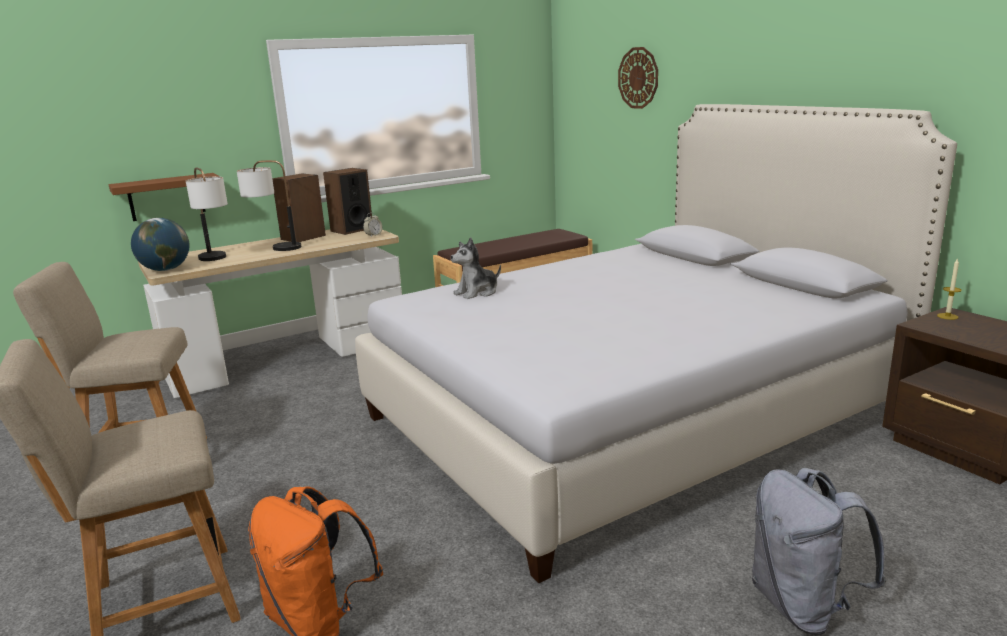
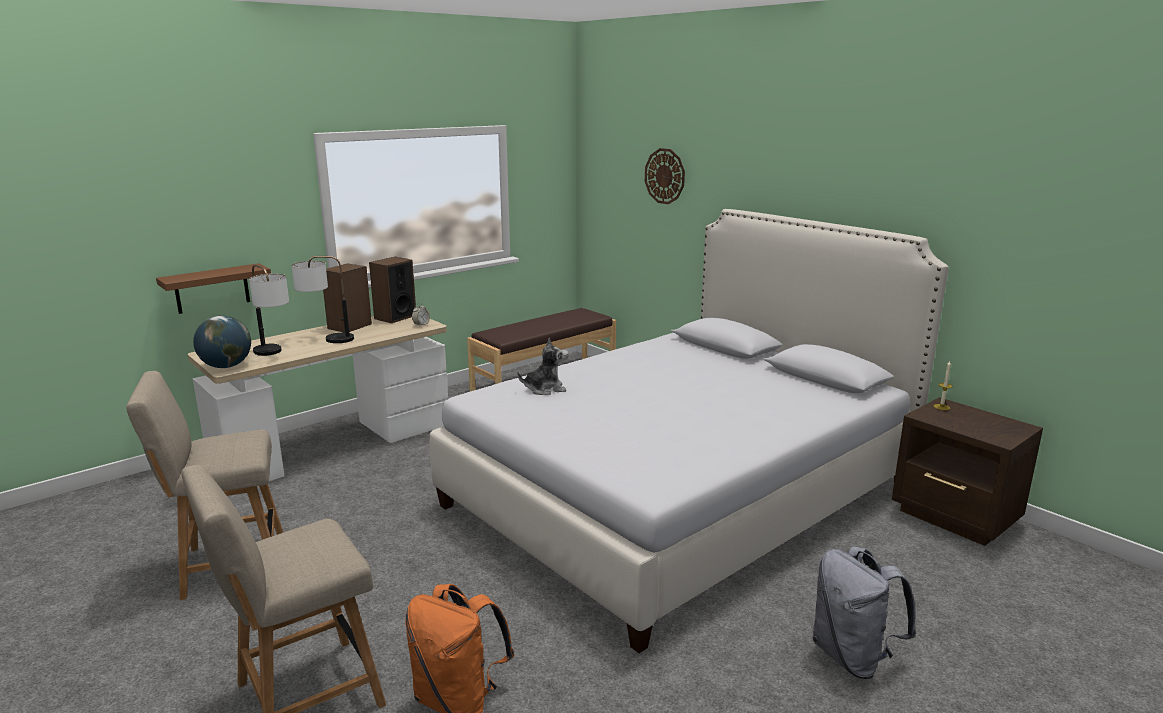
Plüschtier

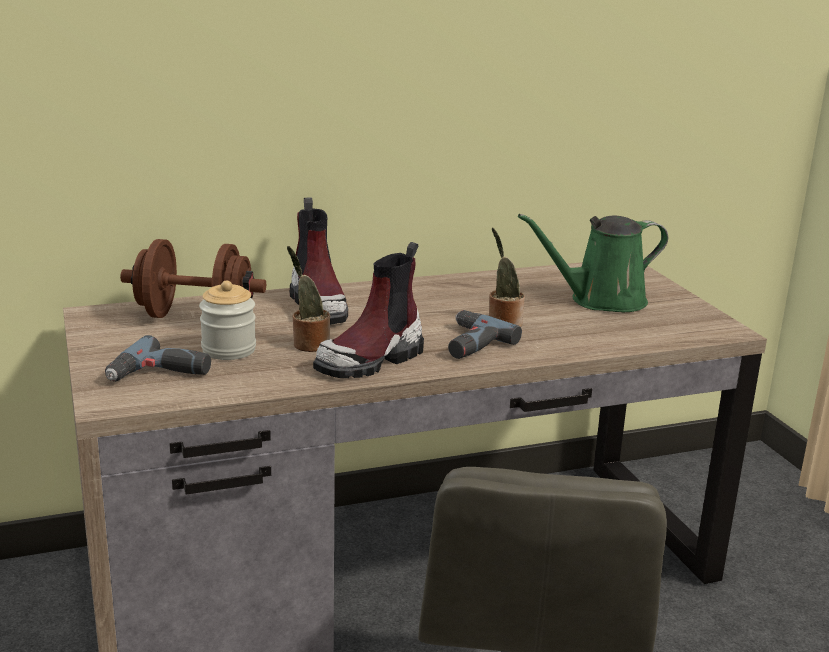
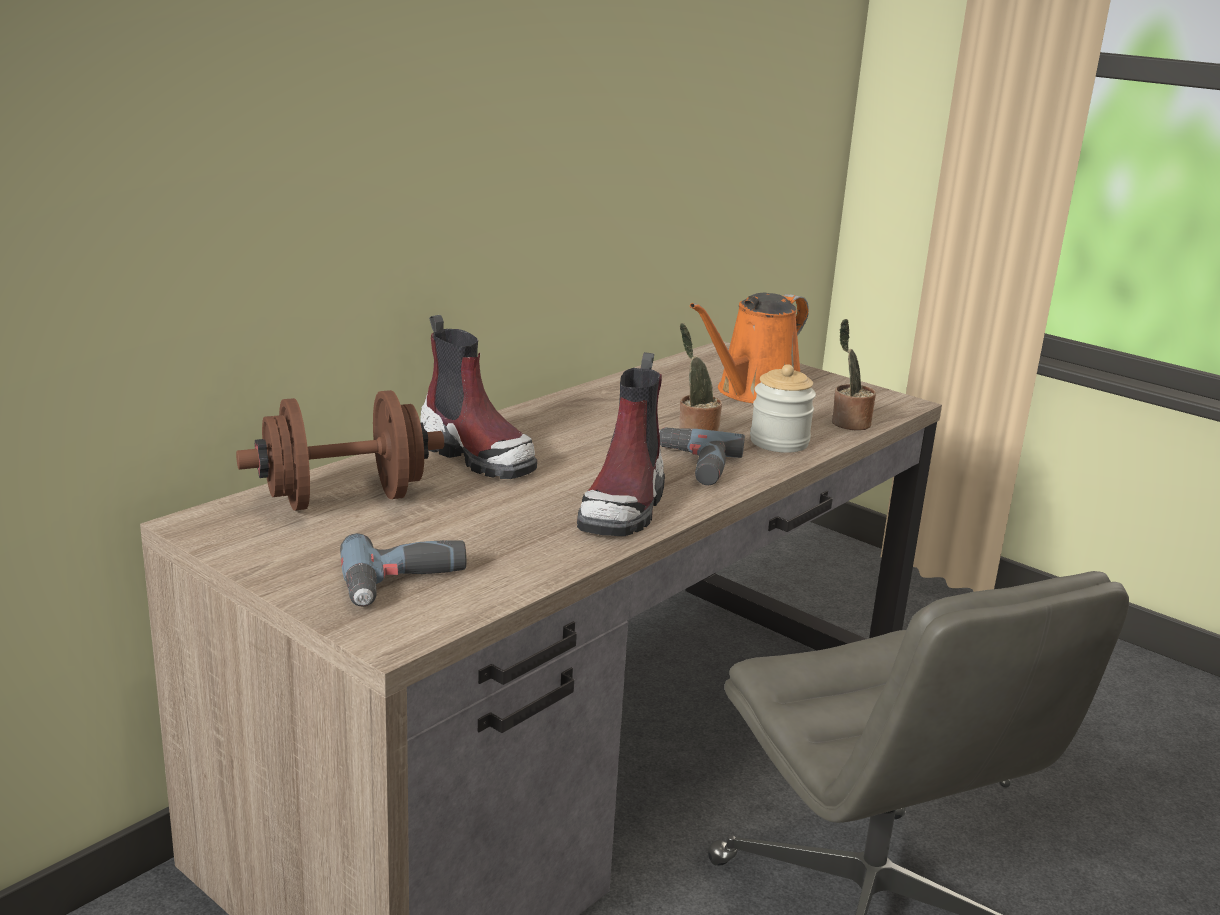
Vorratsglas; Topfpflanze (2nd from left); Gießkanne (orange)

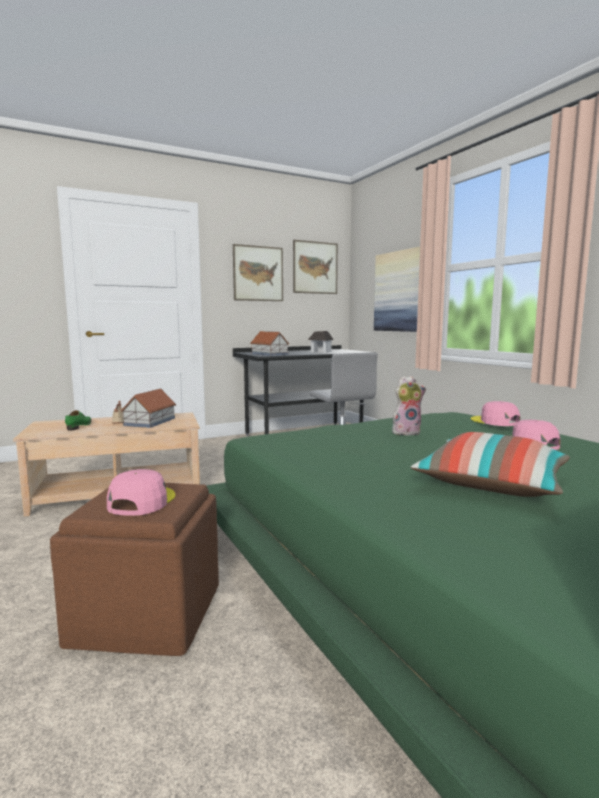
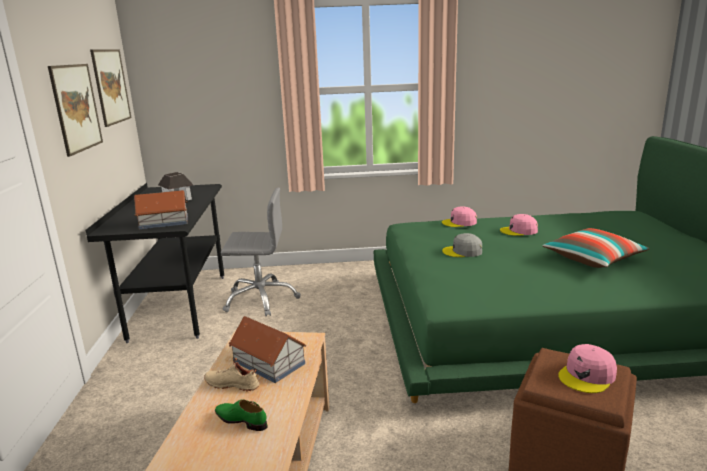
Kappe (rosa) (3rd from left); Bild (3rd from left in the first image); Kappe (grau)

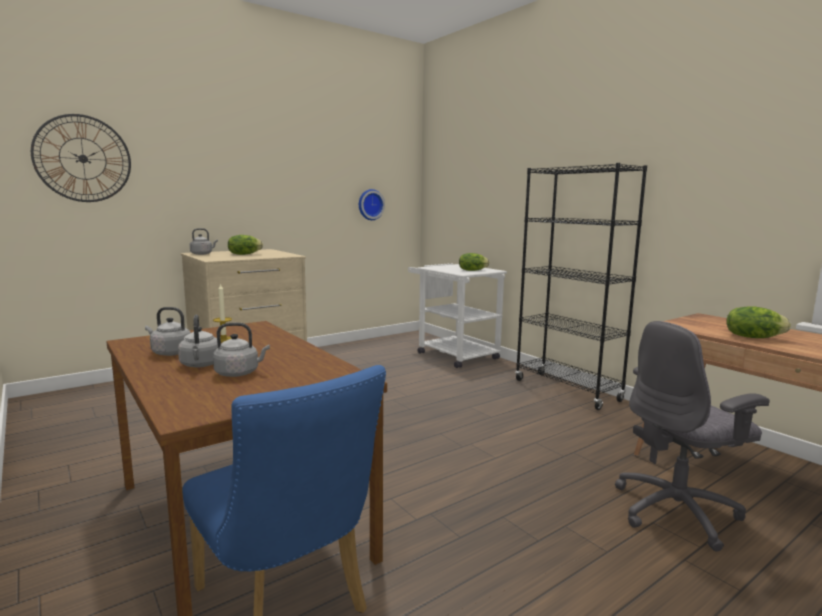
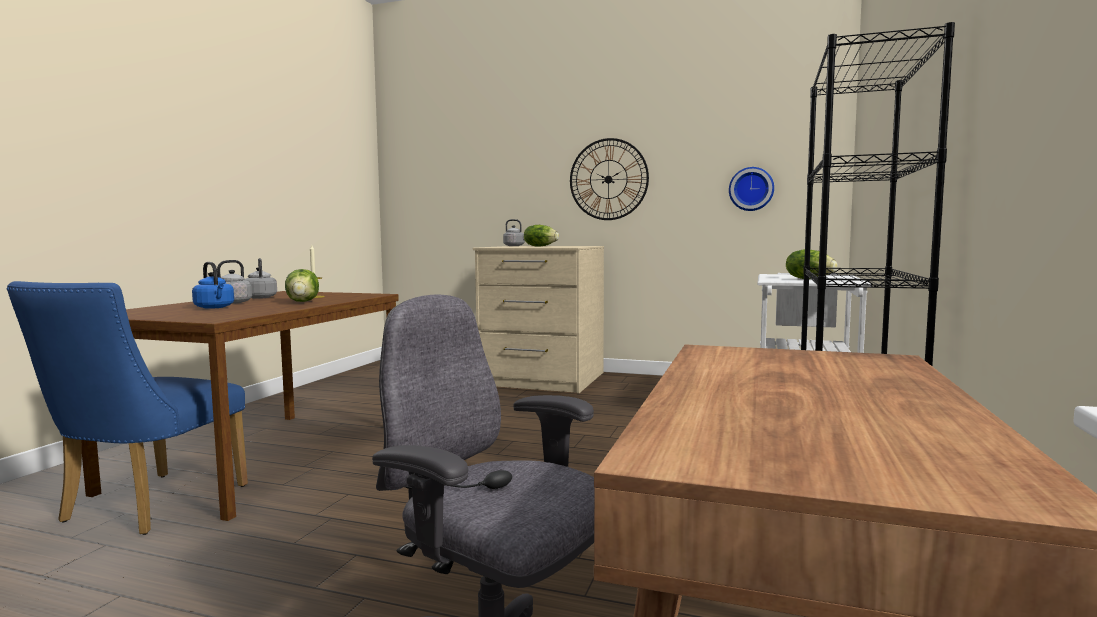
Wanduhr (1st from left); Wasserkessel (blau); Salatkopf (1st from left)

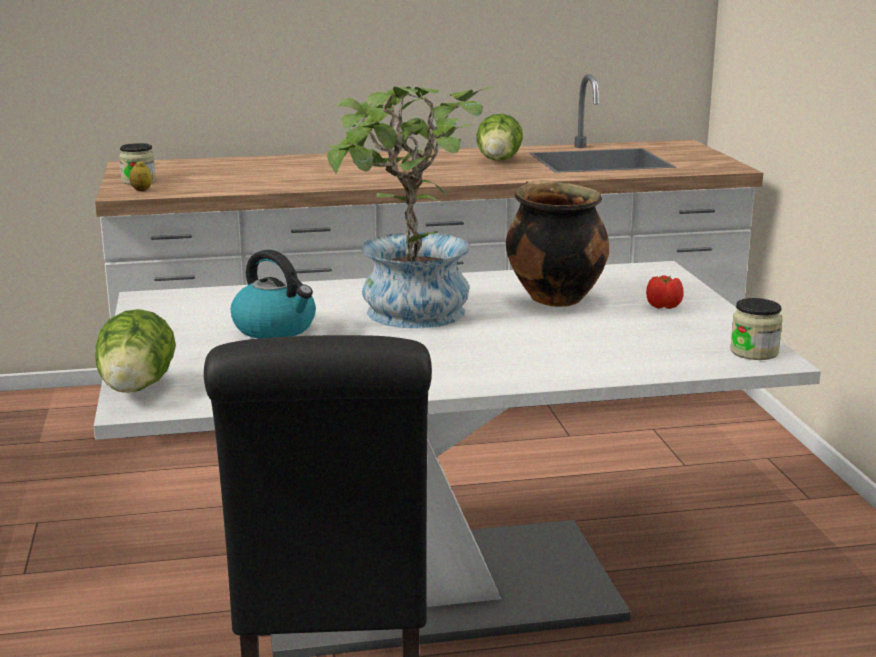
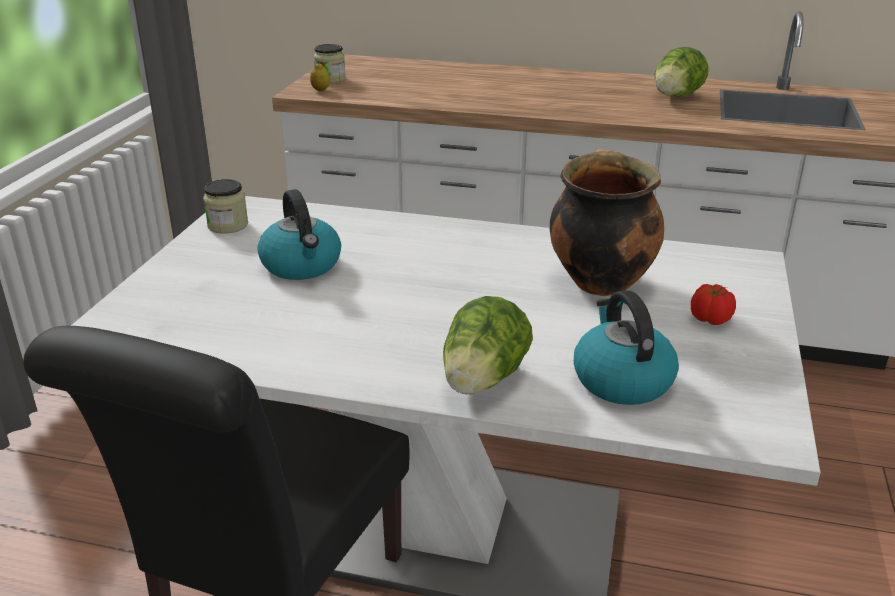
Salatkopf (1st from left); Topfpflanze; Vorratsglas (1st from left); Wasserkessel (2nd from left)

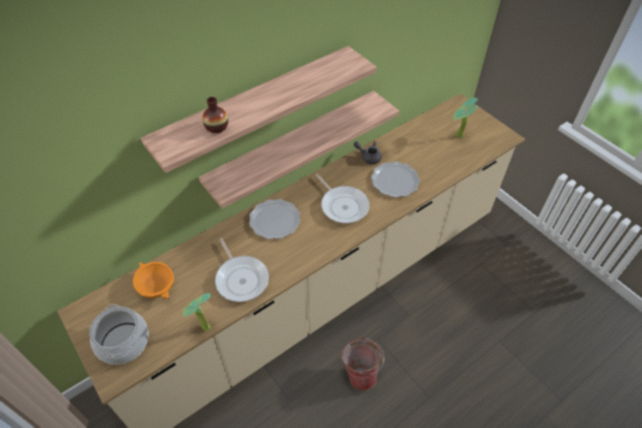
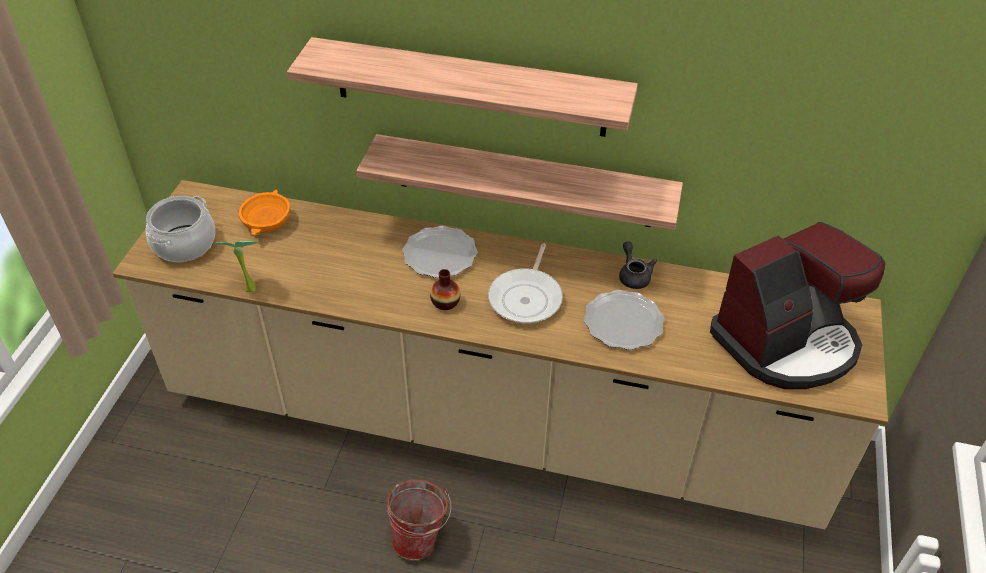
Vase; Pfanne (1st from left in the first image); Kaffeemaschine

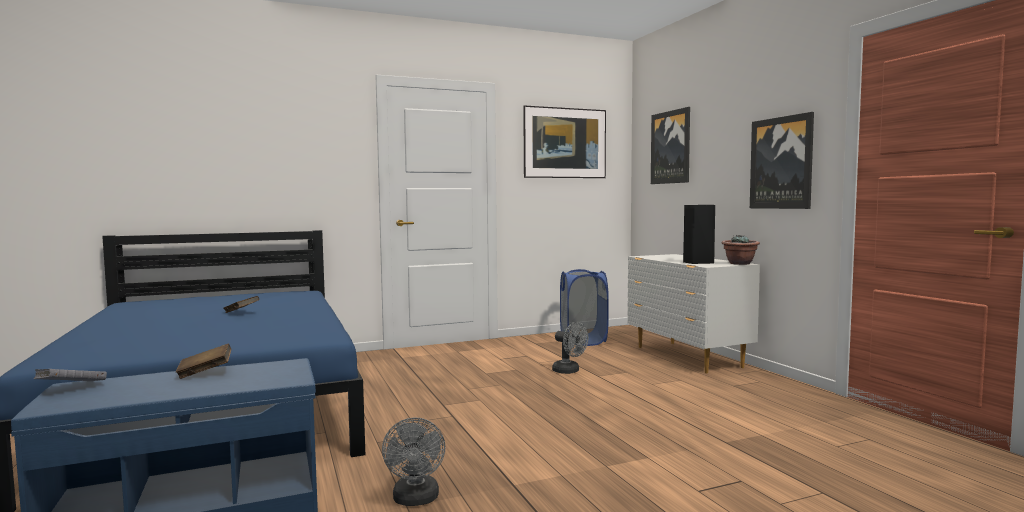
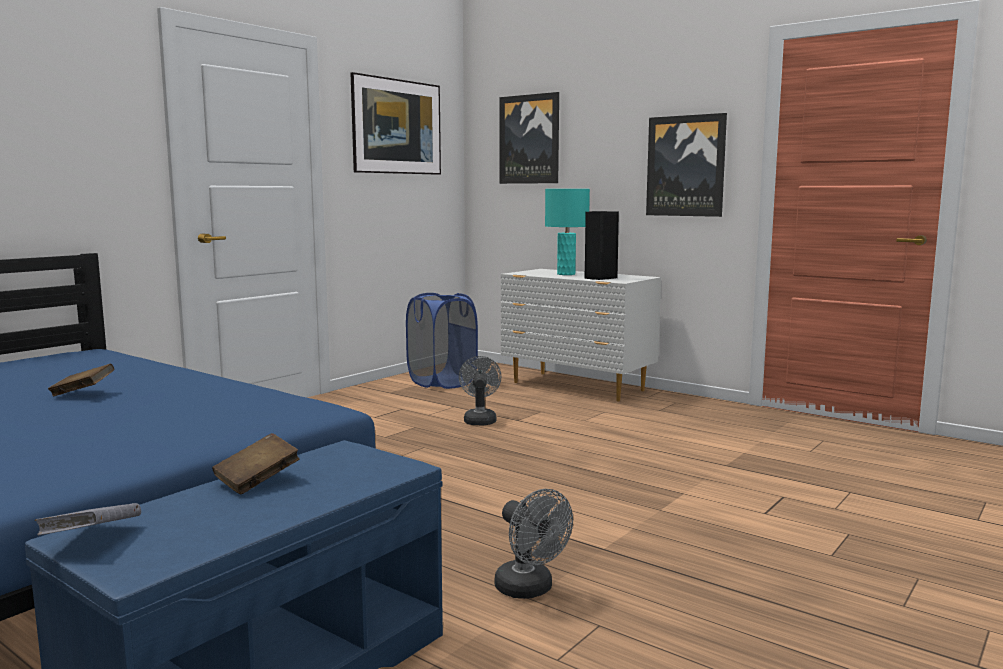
Ventilator (grau) (1st from left); Topfpflanze; Tischlampe (türkis)

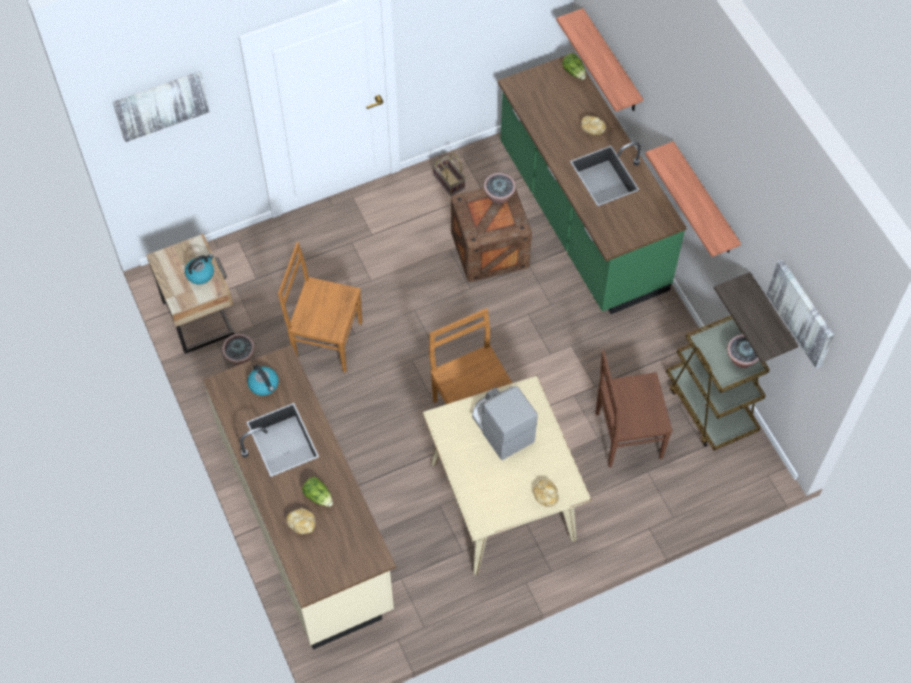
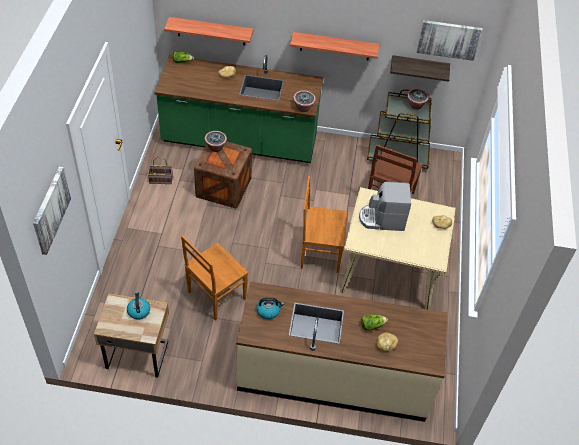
Topfpflanze (2nd from left)

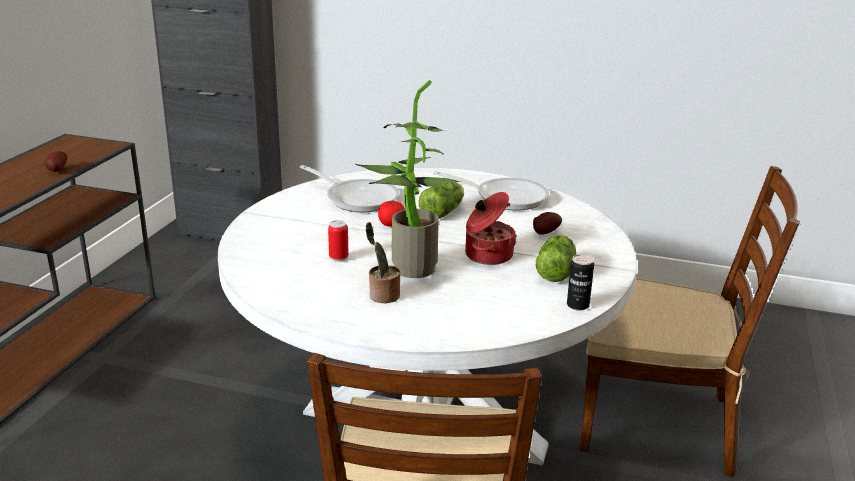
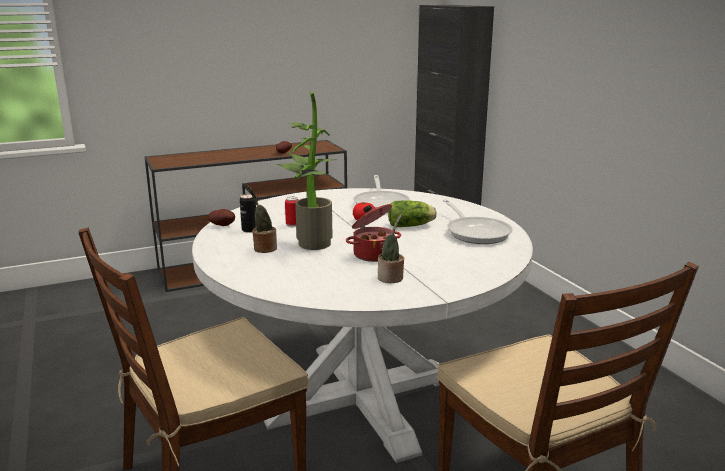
Kartoffel (1st from left); Topfpflanze (3rd from left); Dose (1st from left)

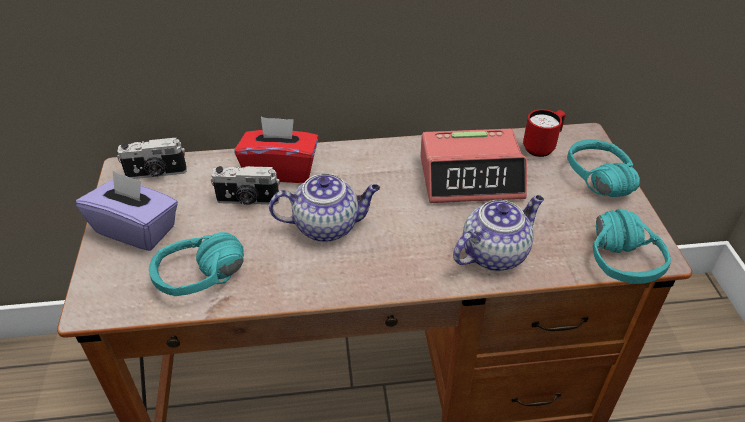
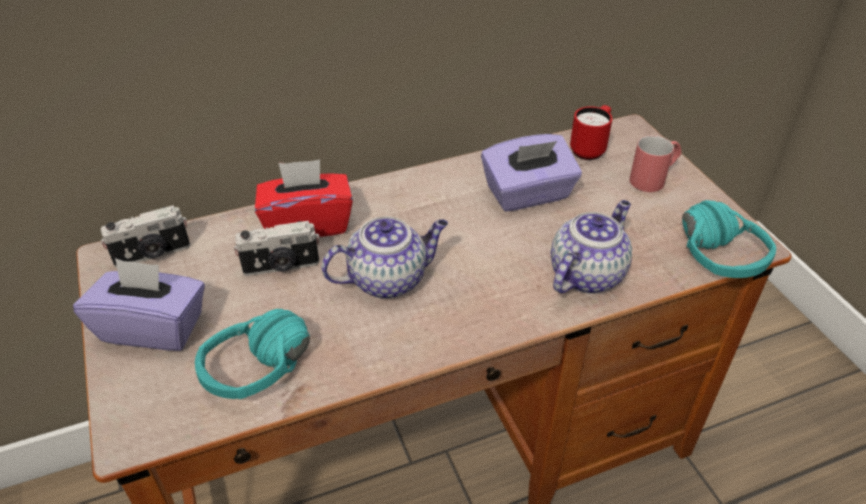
Taschentuchbox (lila) (2nd from left); Henkelbecher (rot) (2nd from left)

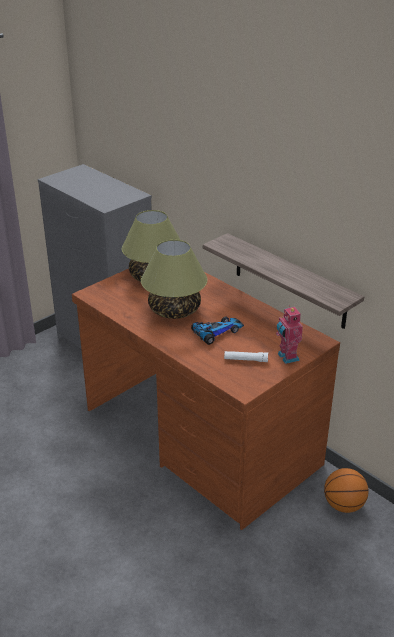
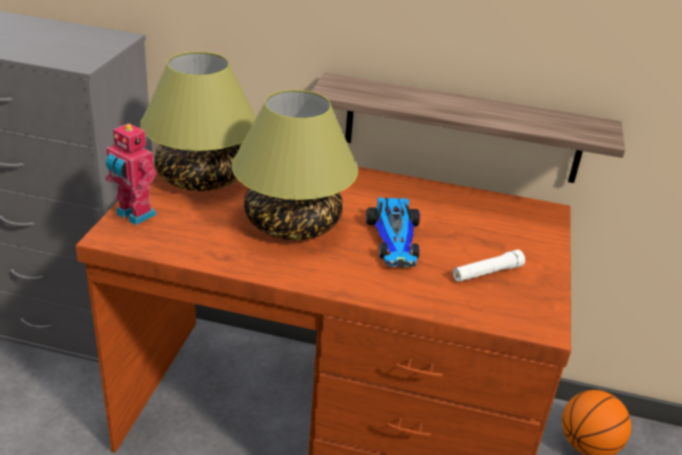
Spielzeugauto; Spielzeugroboter

